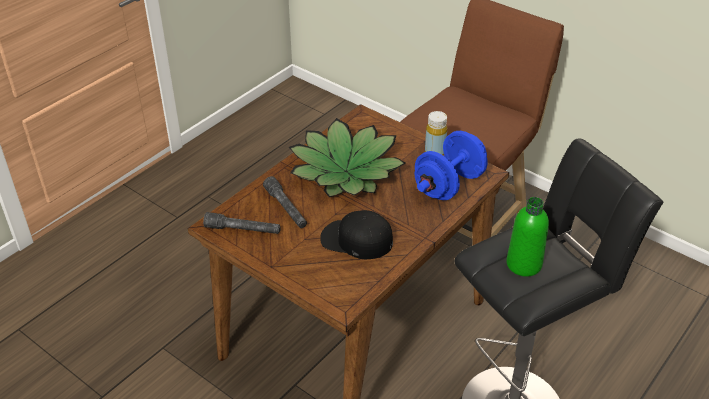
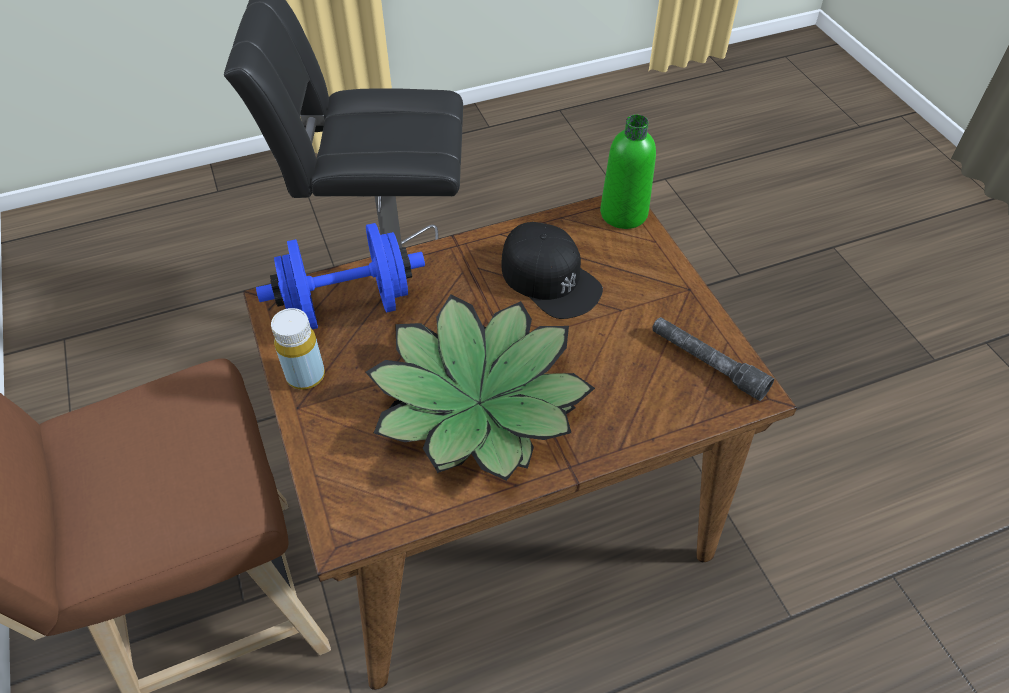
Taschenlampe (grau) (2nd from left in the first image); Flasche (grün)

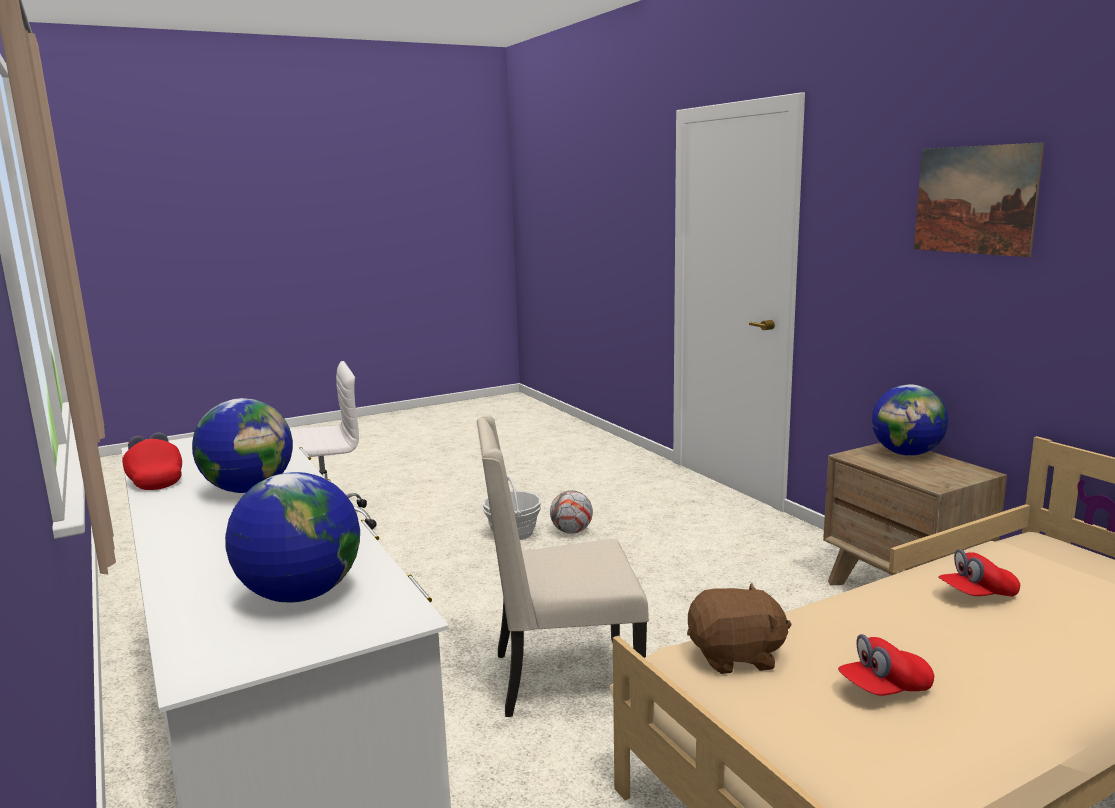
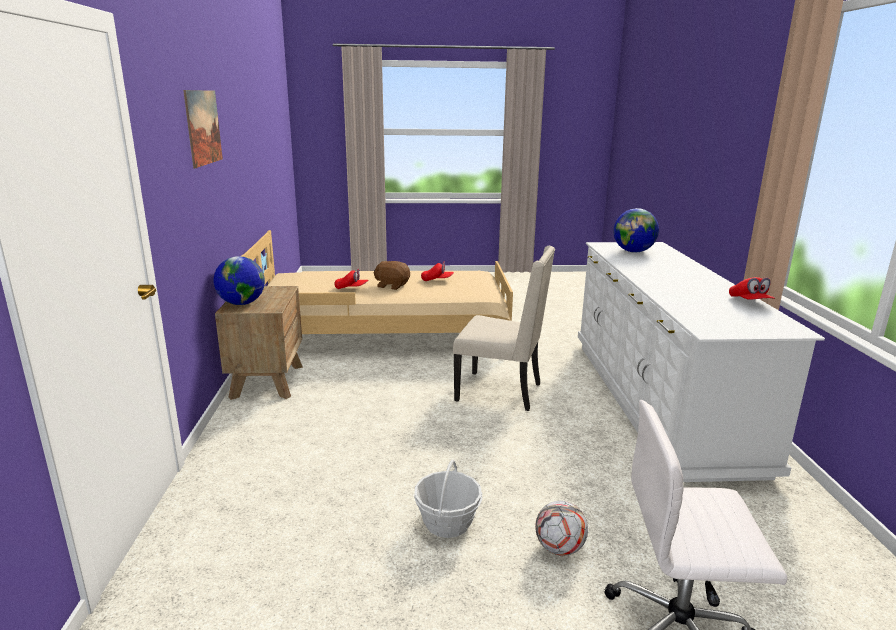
Globus (1st from left in the first image); Fußball; Plüschtier (braun)

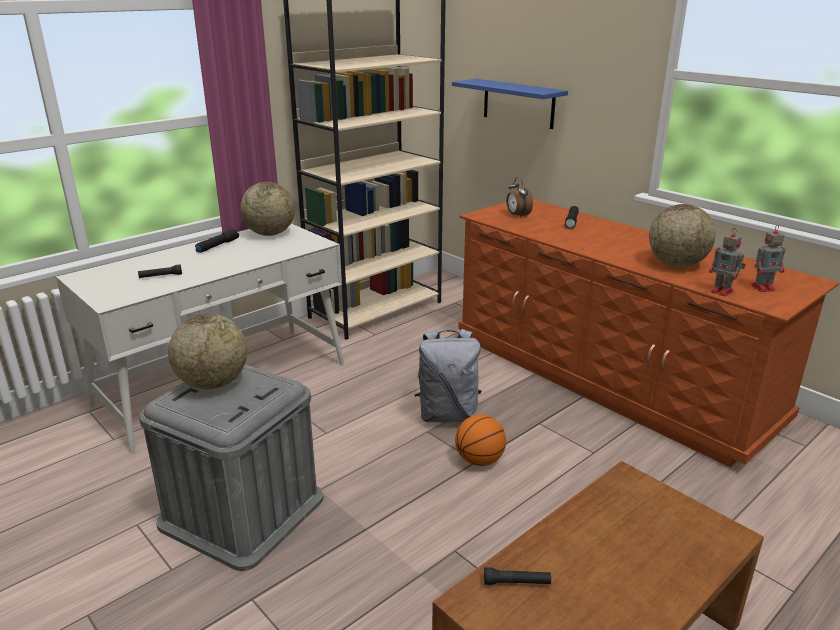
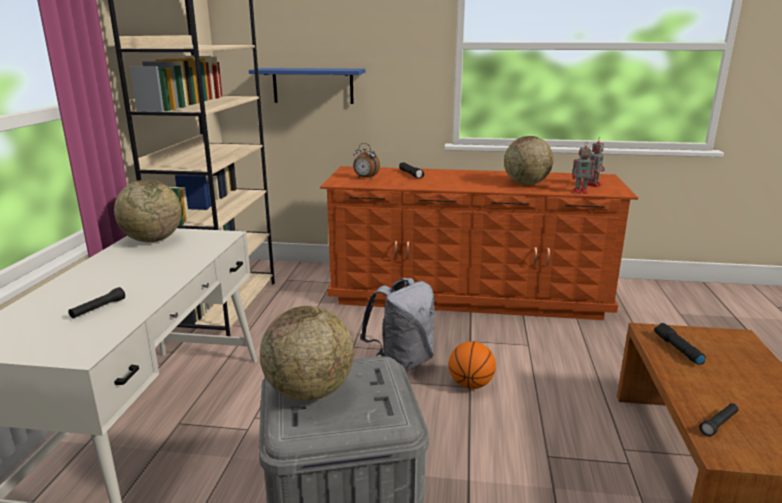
Taschenlampe (schwarz) (3rd from left)

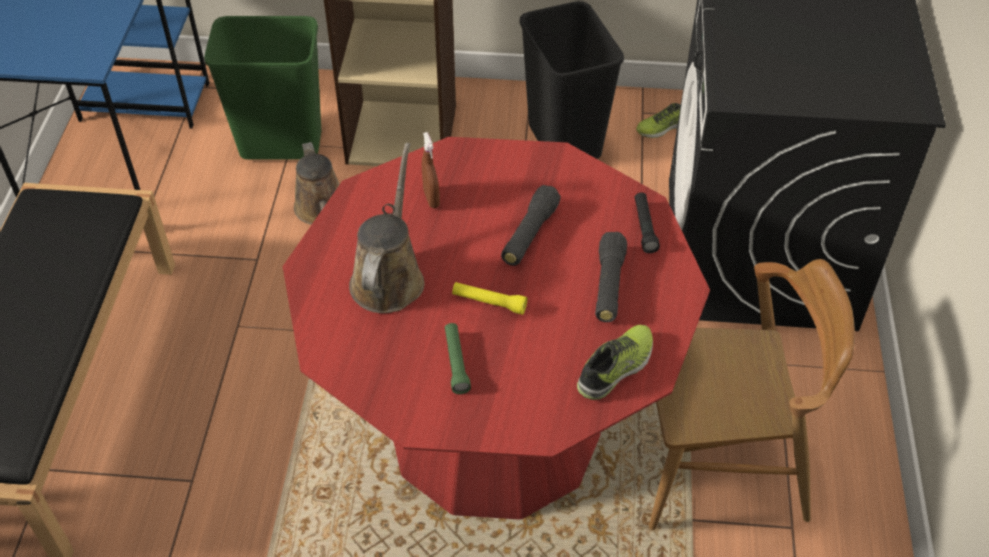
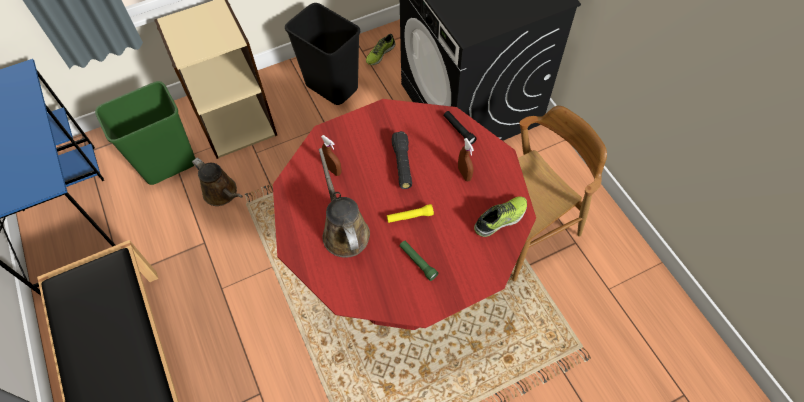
Schuh (2nd from left); Sprühflasche (braun) (2nd from left)

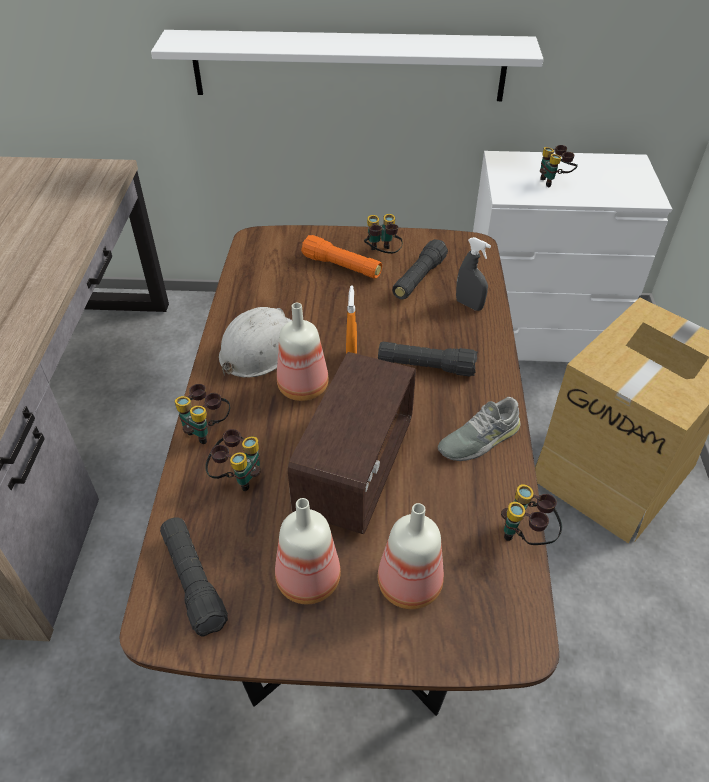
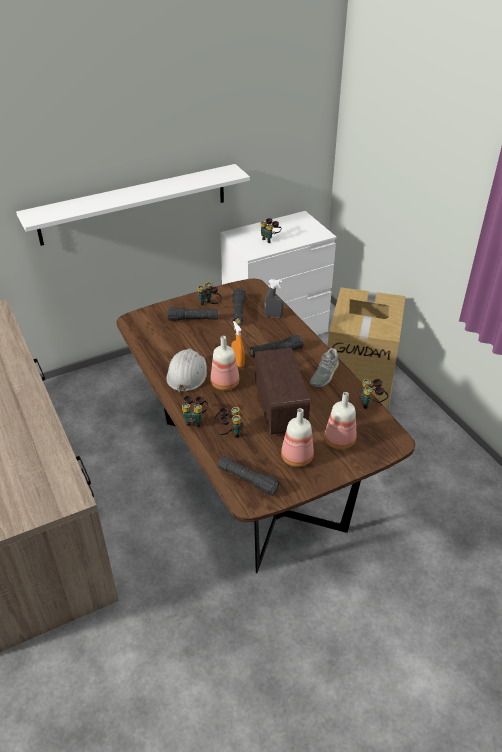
Taschenlampe (schwarz) (1st from left)

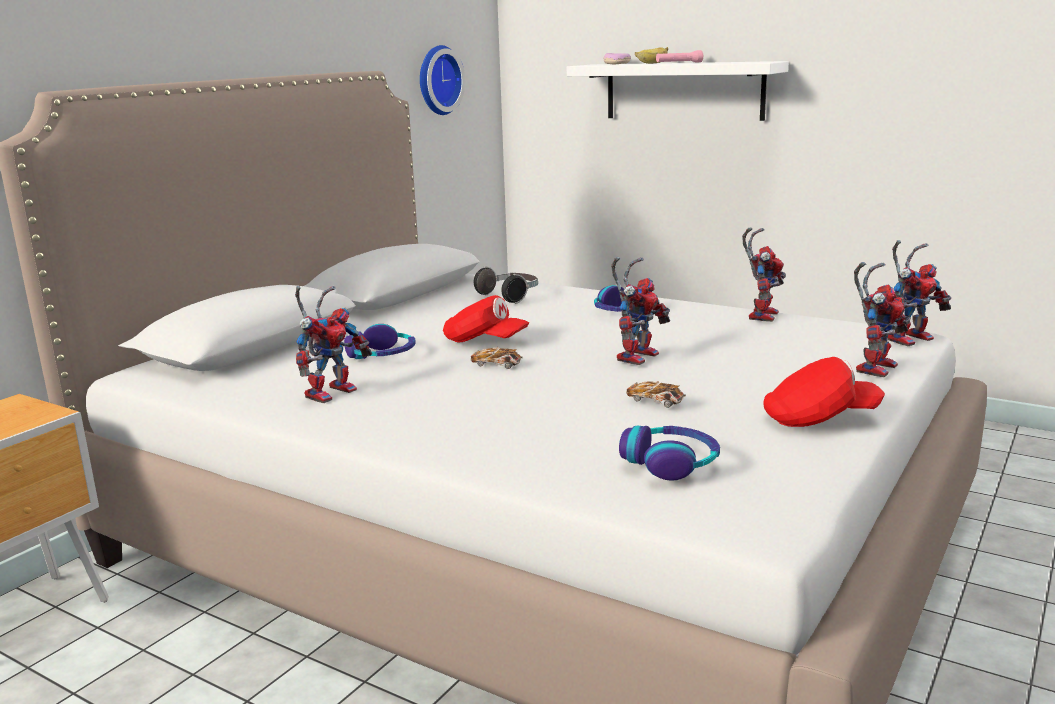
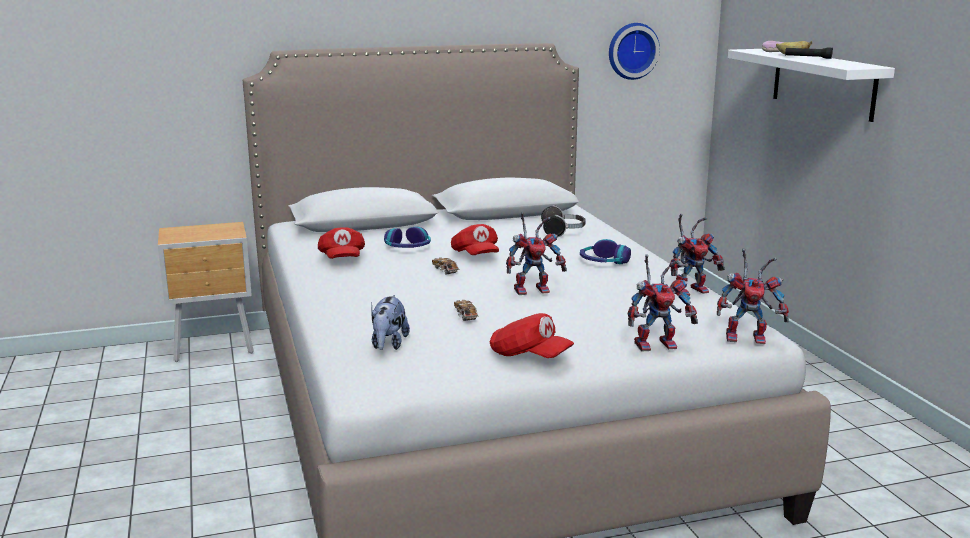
Kappe (rot) (1st from left); Plüschtier; Taschenlampe (schwarz)

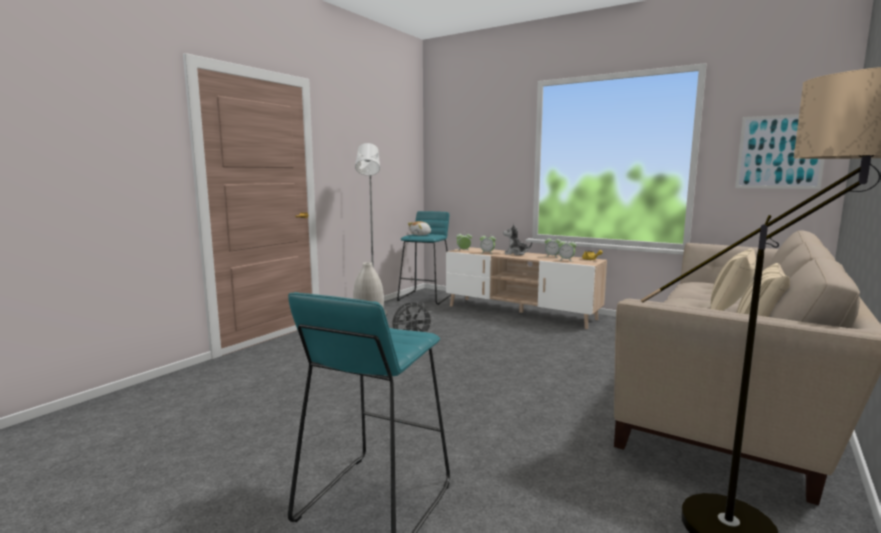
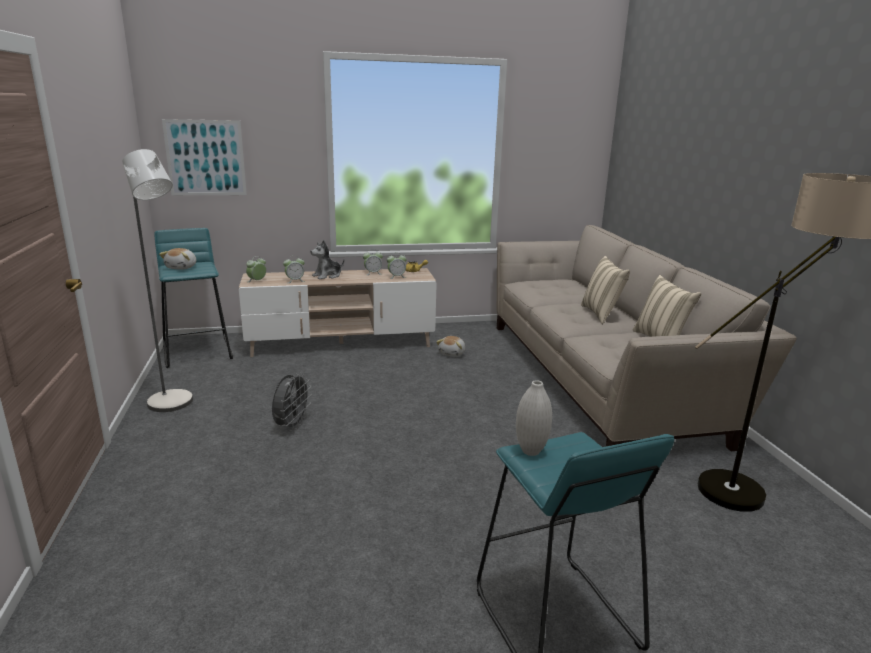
Bild; Plüschtier (3rd from left)

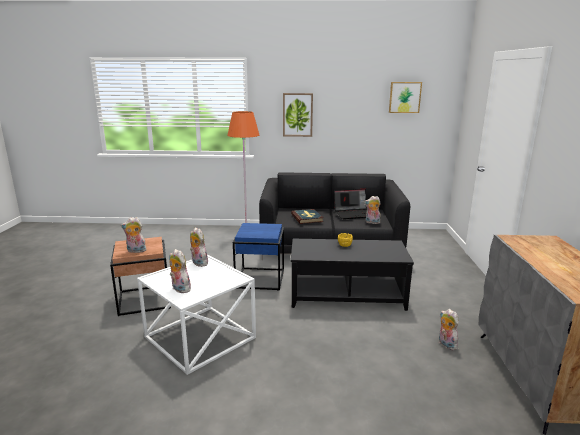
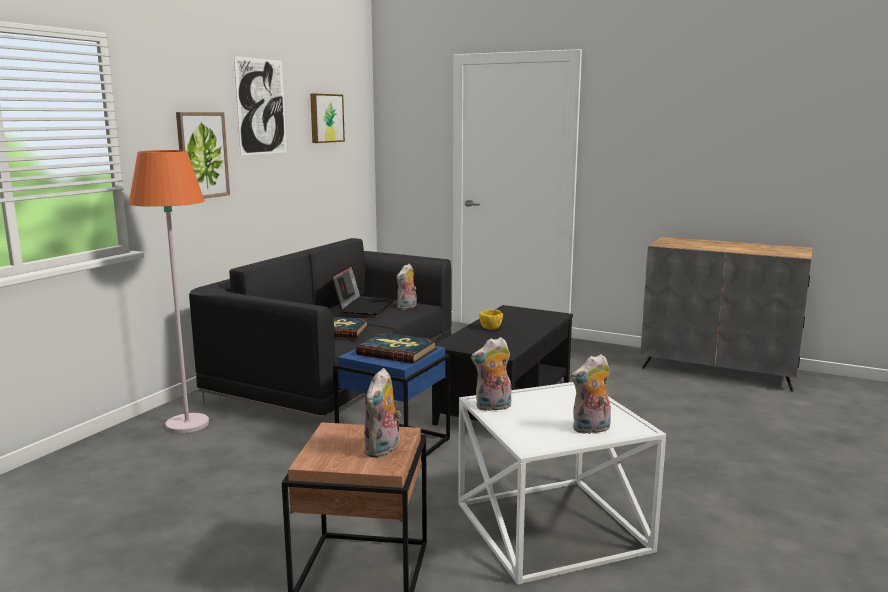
Plüschtier (5th from left in the first image); Bild (2nd from left); Buch (2nd from left)

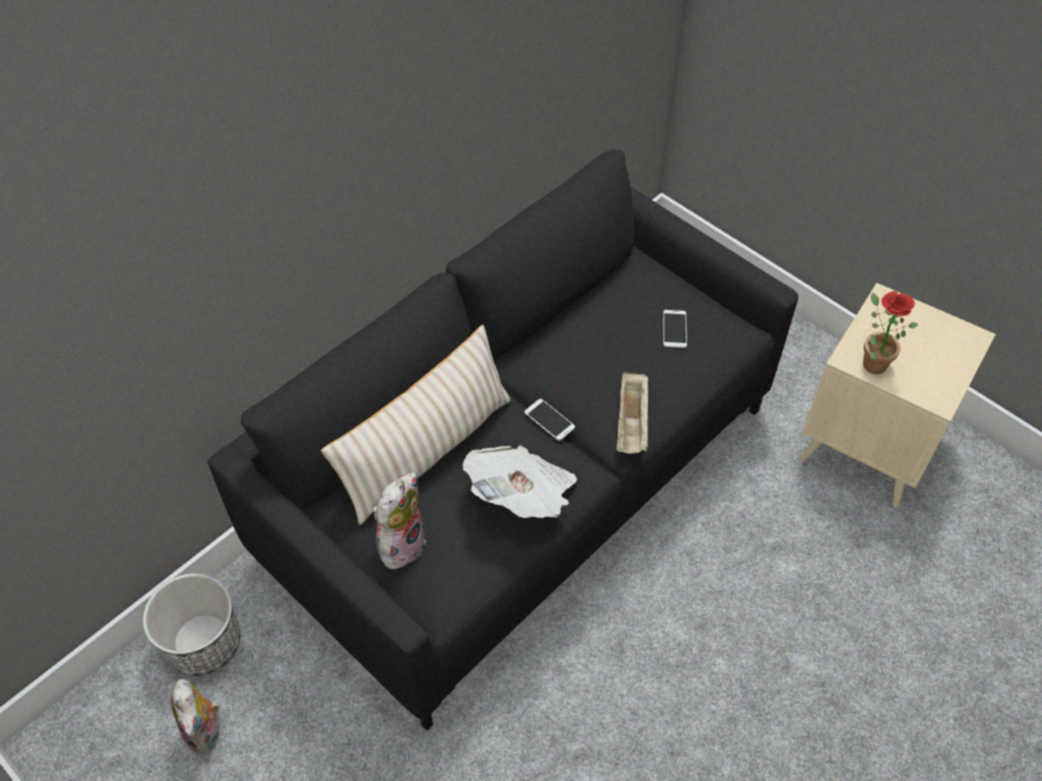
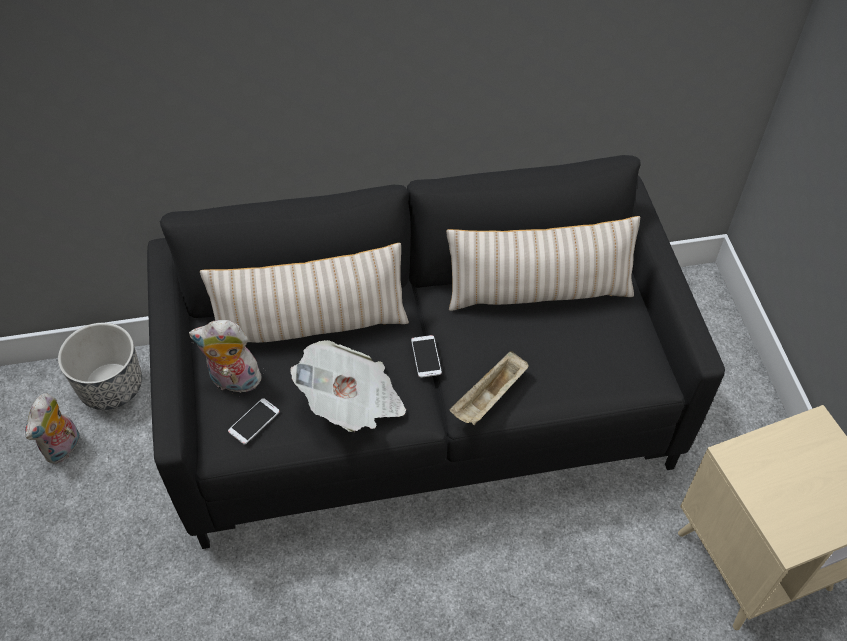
Plüschtier (2nd from left); Handy (1st from left); Topfpflanze; Kissen (beige) (2nd from left)

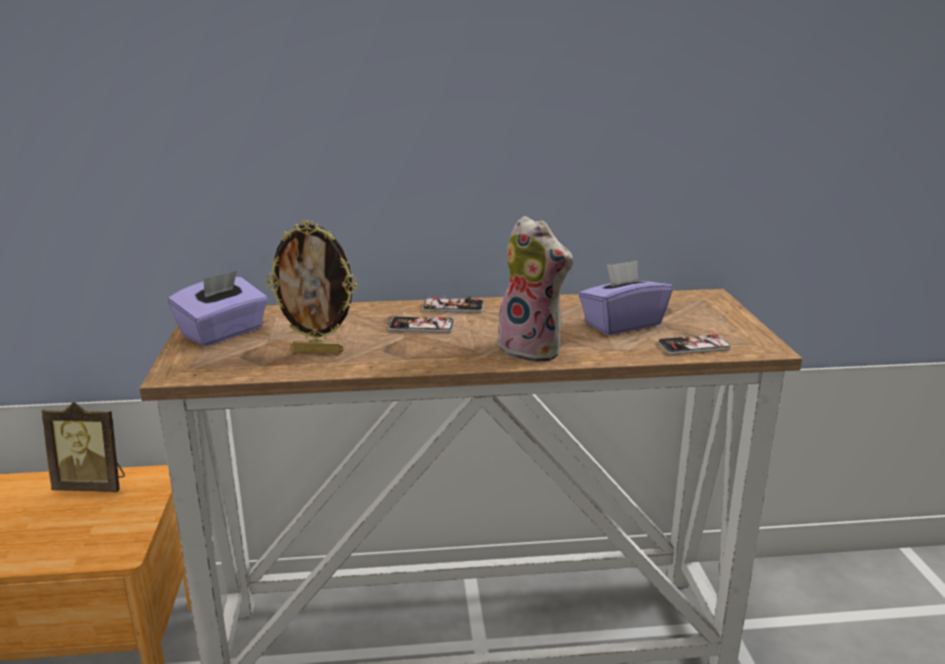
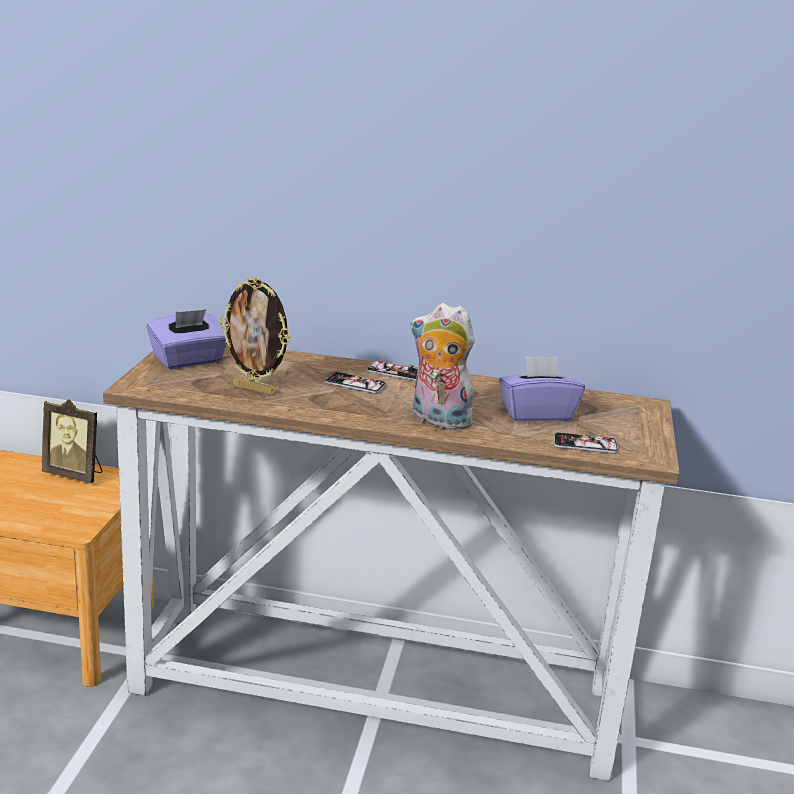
Plüschtier

